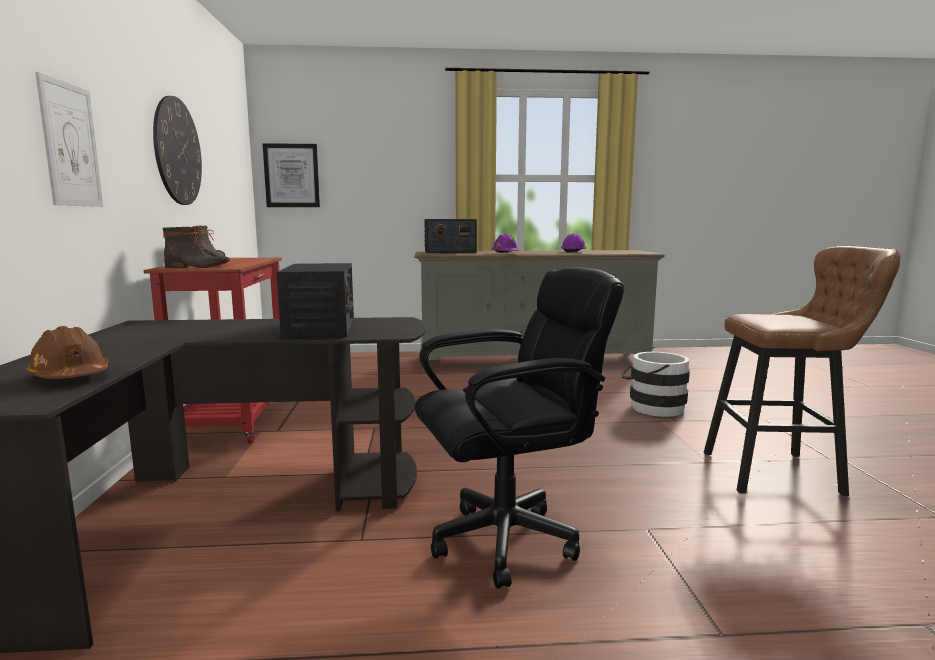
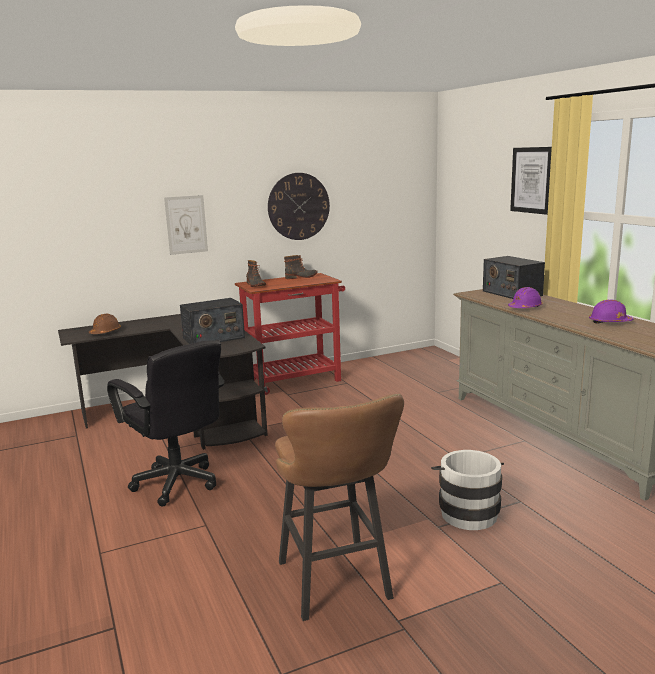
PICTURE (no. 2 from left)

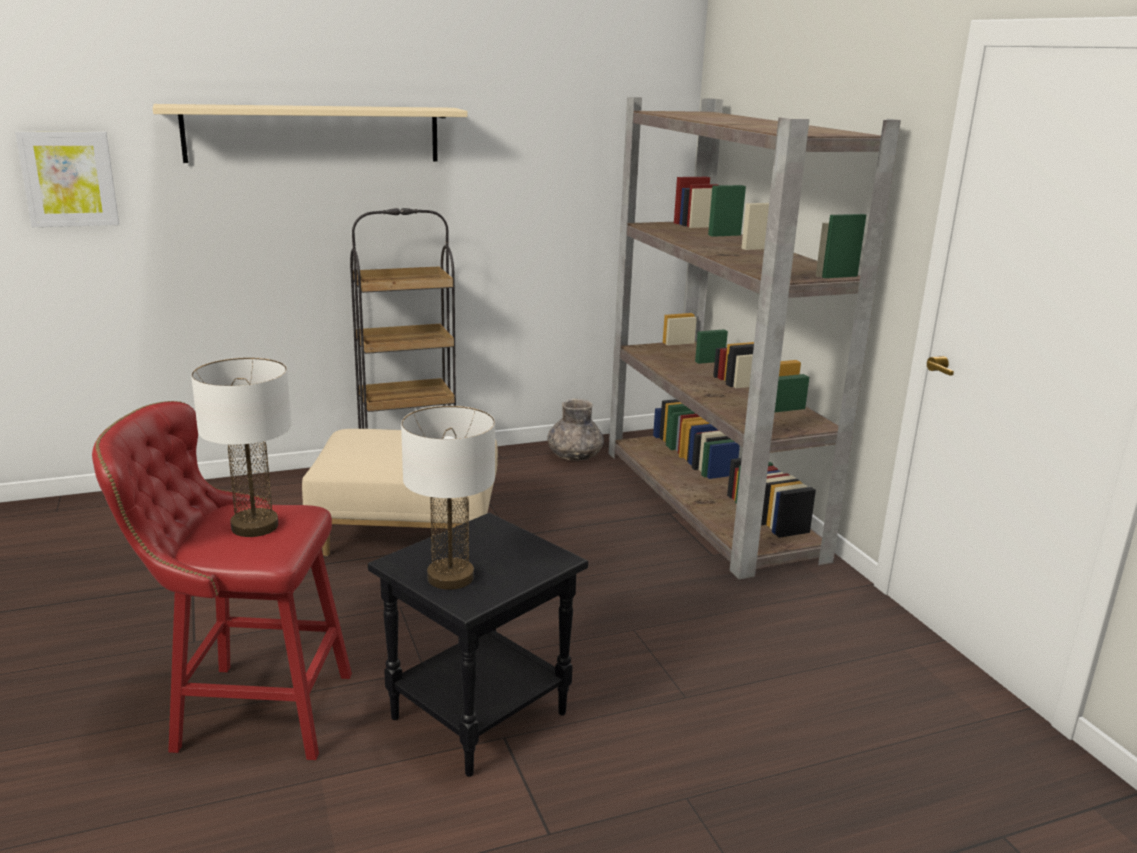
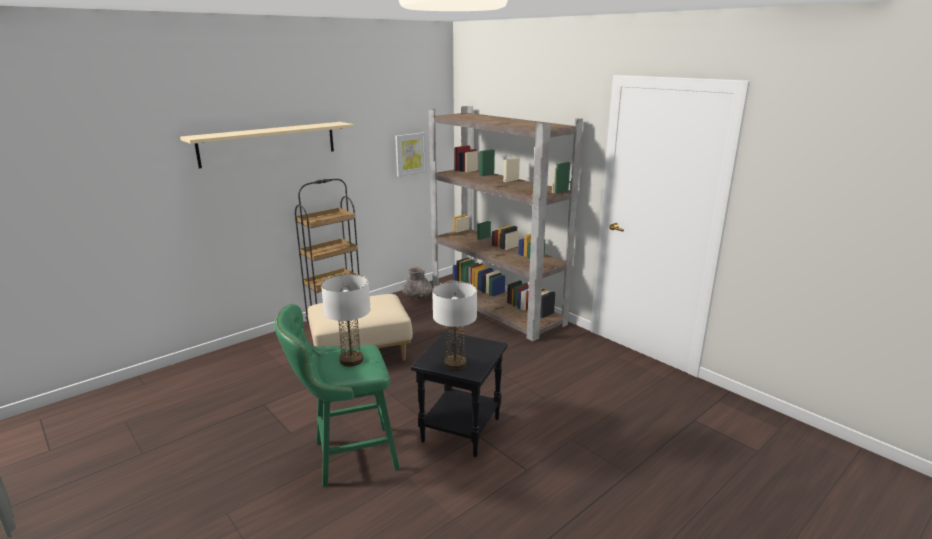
PICTURE; GREEN-COLOURED SITTING STOOL

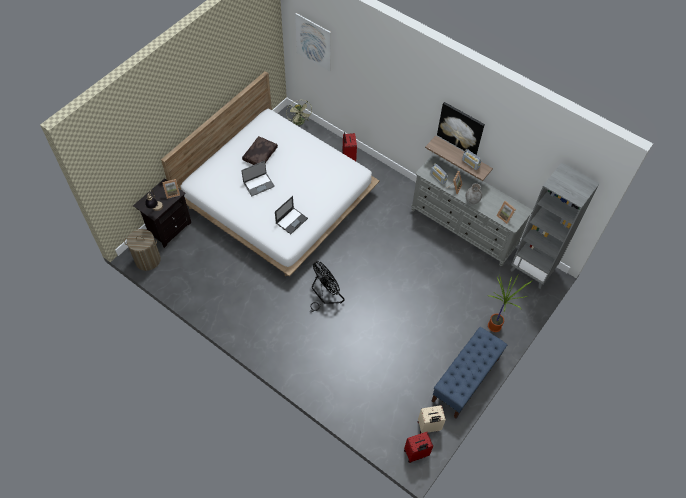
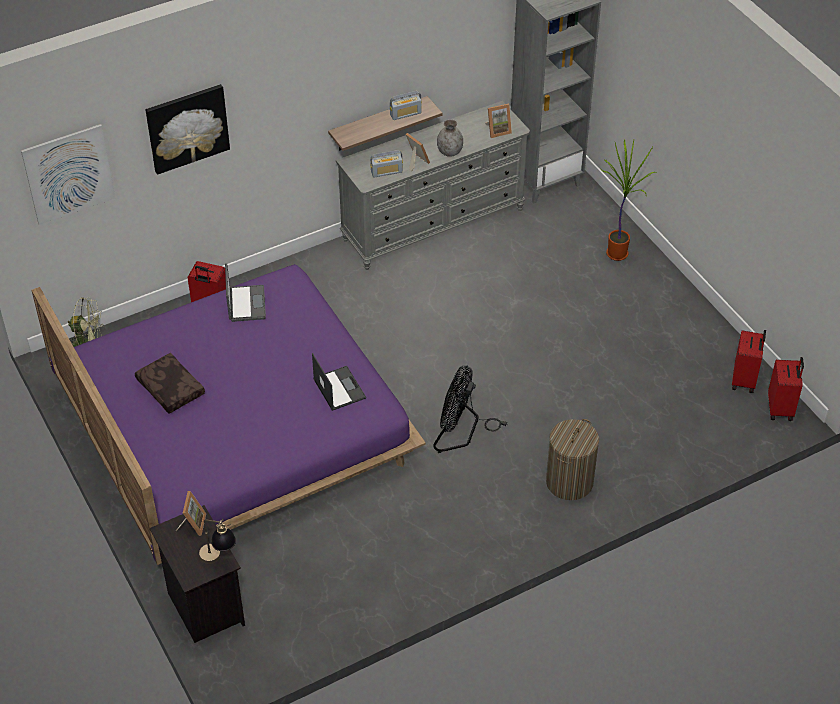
LAUNDRY BASKET; PURPLISH SLEEPING BED; NOTEBOOK COMPUTER (no. 1 from left); BLACK-COLOURED ELECTRIC FAN; REDDISH TRAVEL CASE (no. 2 from left); BLUISH LONG SEAT; PICTURE (no. 2 from left)

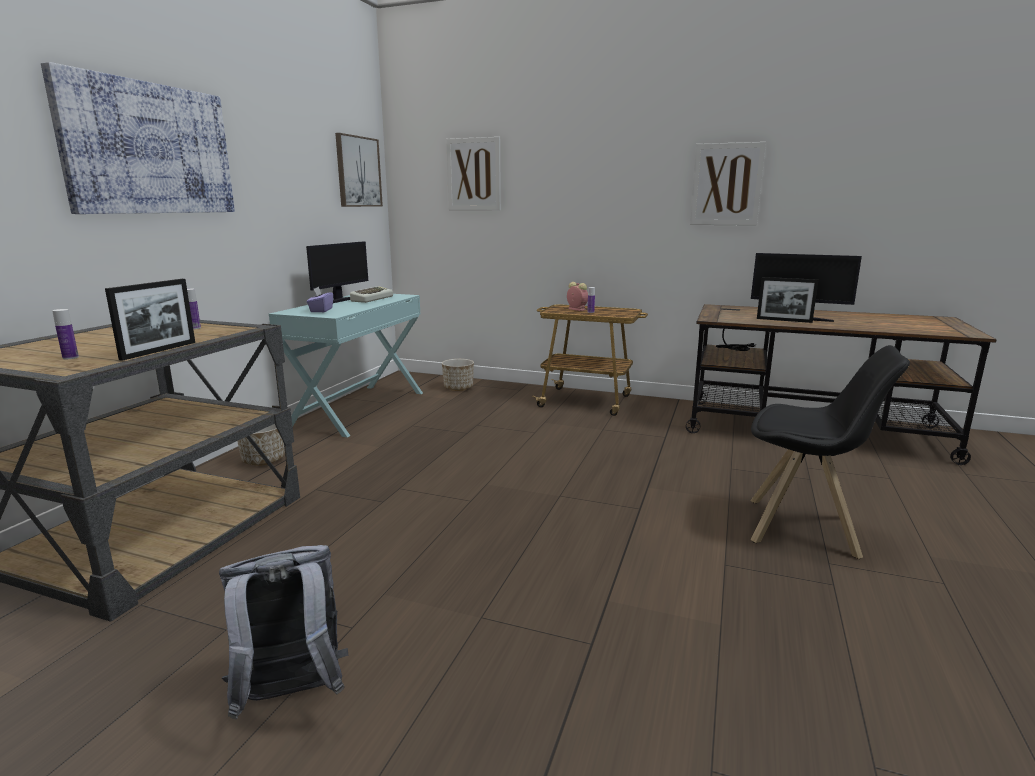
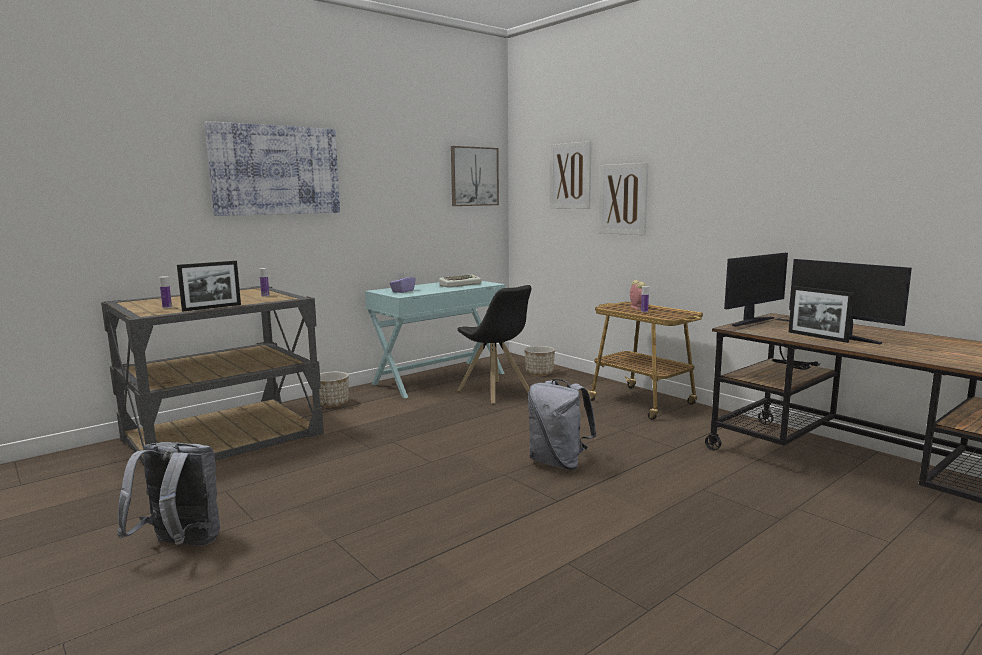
MONITOR (no. 1 from left); PICTURE (no. 4 from left); BLACK-COLOURED CHAIR; GRAY KNAPSACK (no. 2 from left)

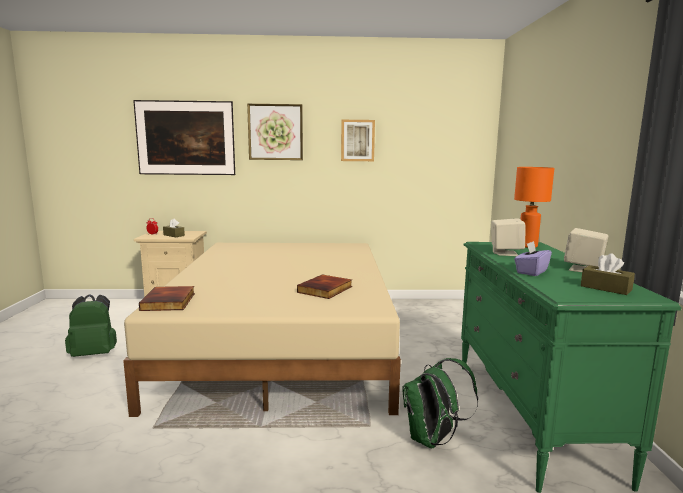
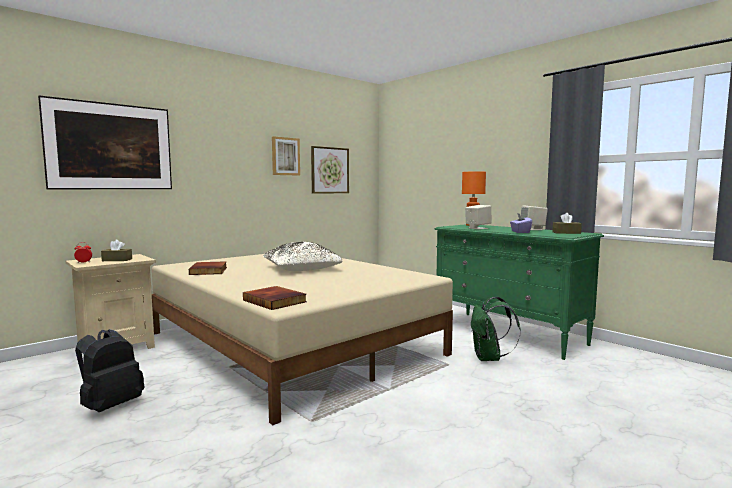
BLACK-COLOURED KNAPSACK; PICTURE (no. 3 from left); BOUND BOOK (no. 1 from left); BEIGE-COLOURED PILLOW

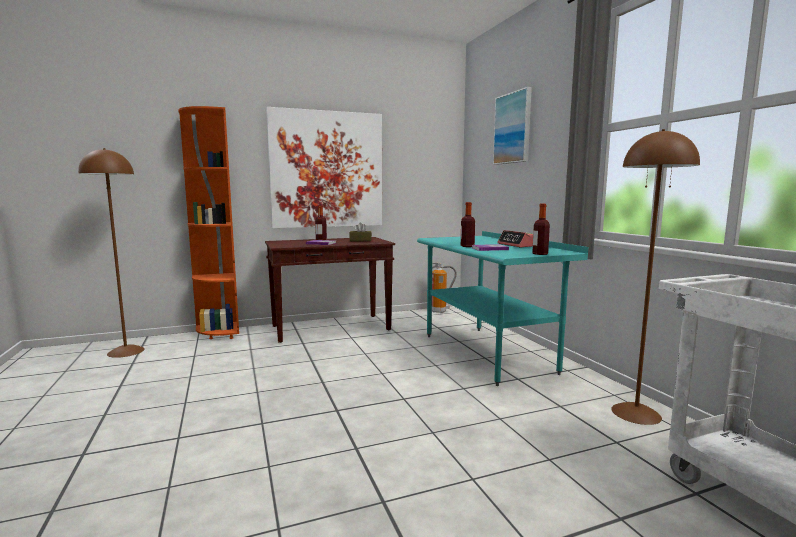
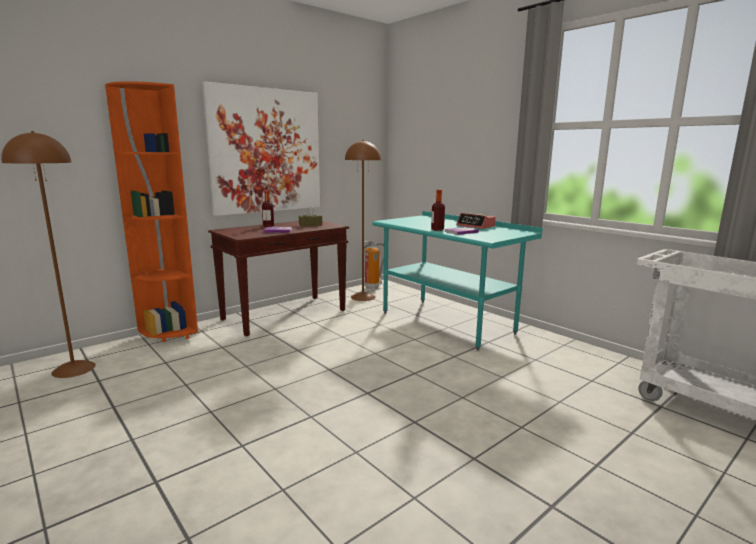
PICTURE (no. 2 from left in the first image); BOTTLE (no. 3 from left in the first image); BROWN-COLOURED STANDARD LAMP (no. 2 from left)

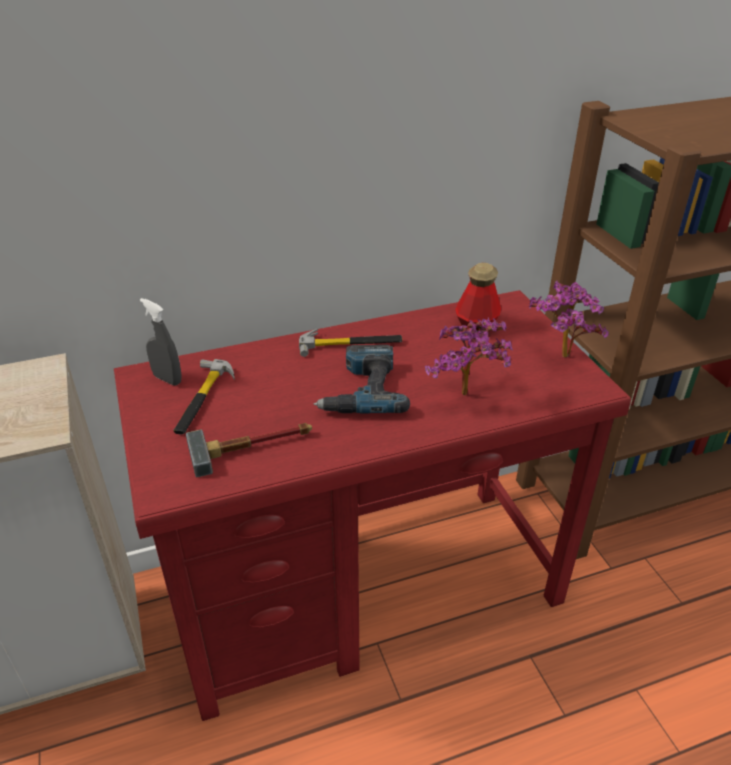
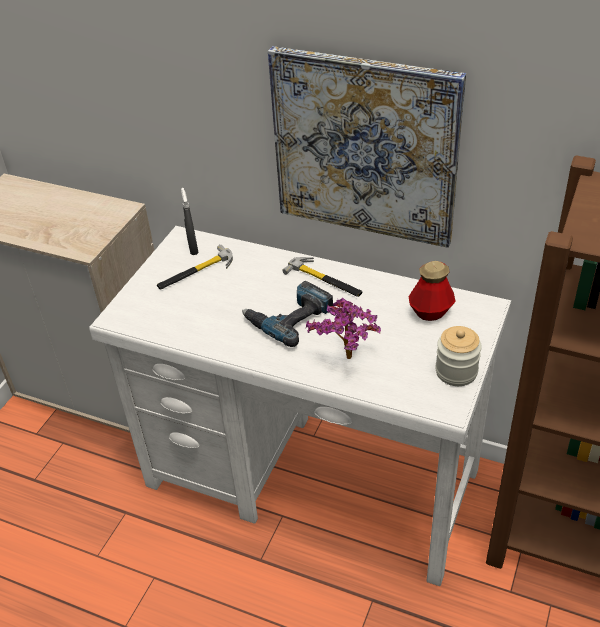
WHITE DESK; HAMMER (no. 2 from left in the first image); JAR; PICTURE

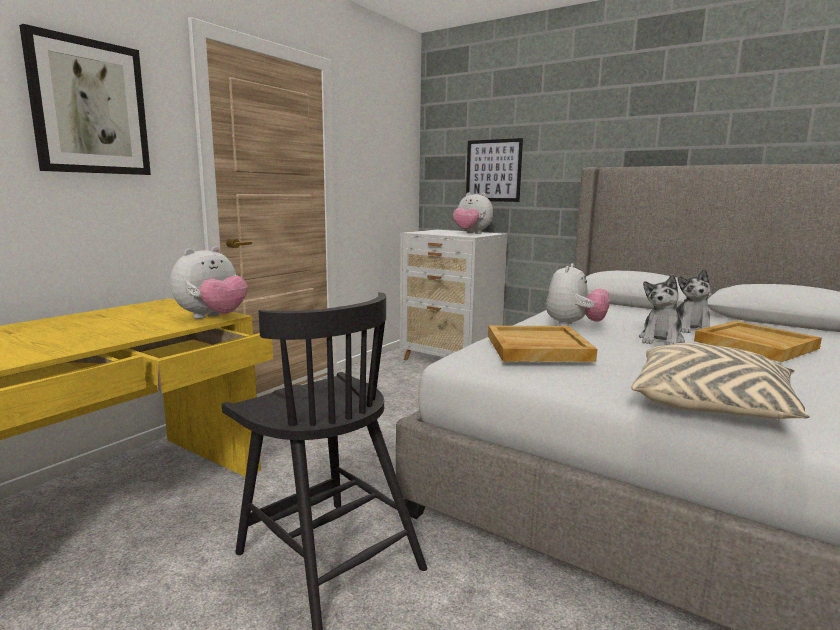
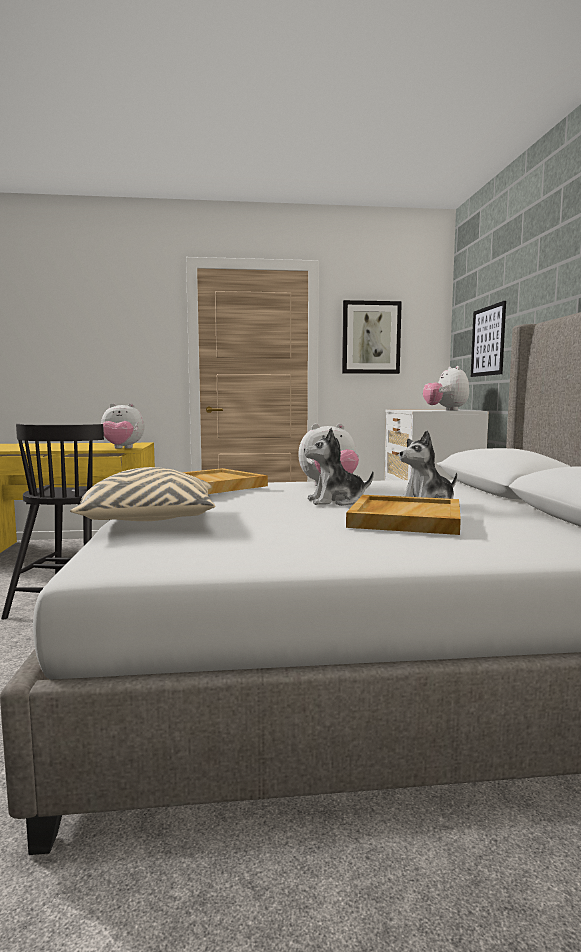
PICTURE (no. 1 from left)

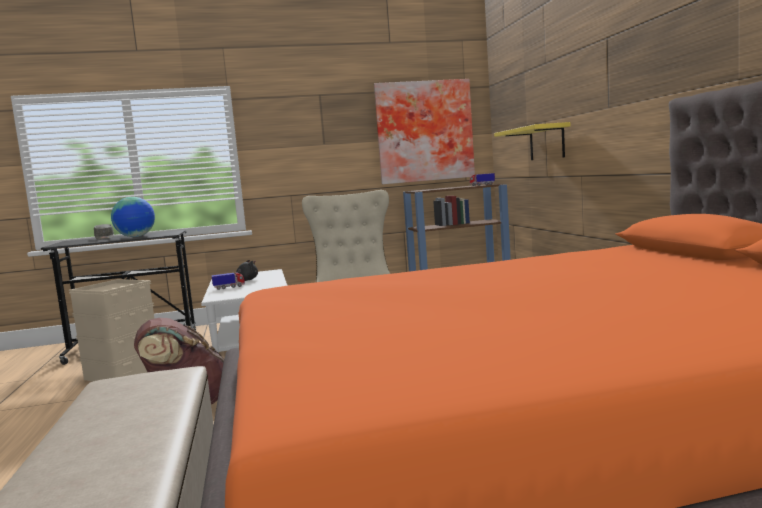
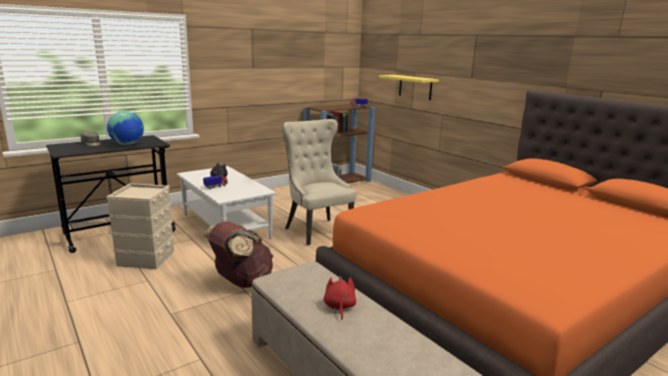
PICTURE; REDDISH CUDDLY TOY

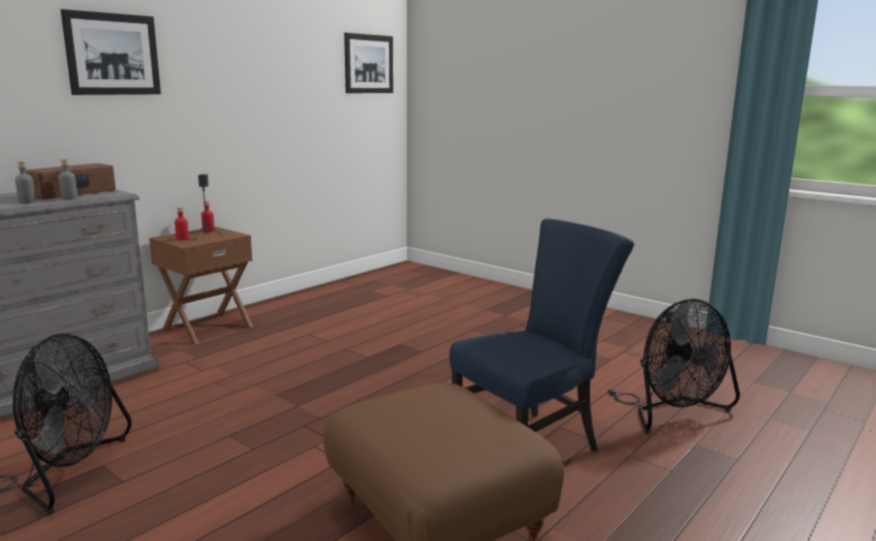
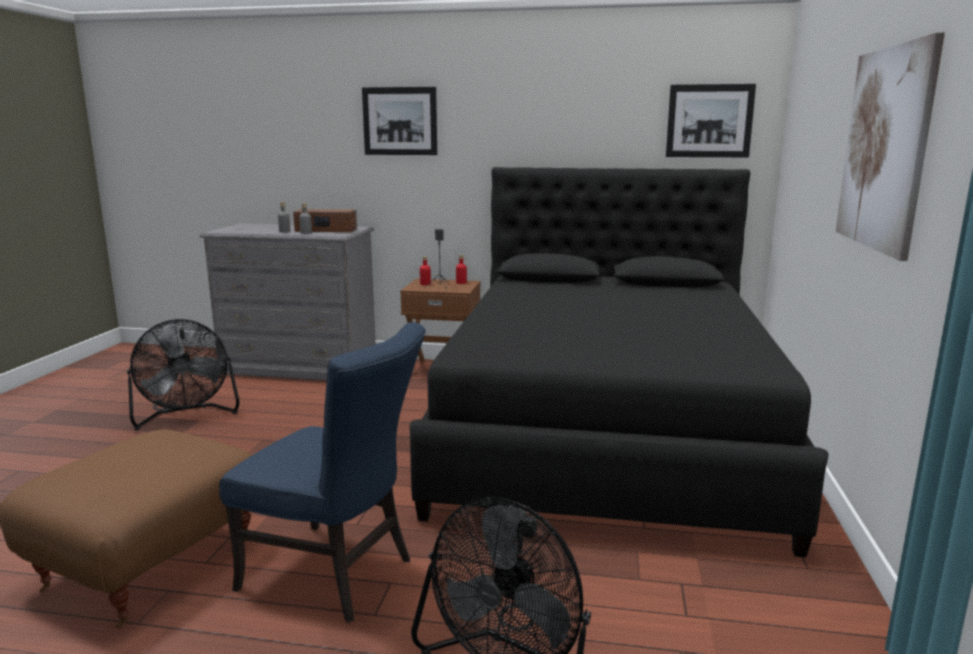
BLACK-COLOURED SLEEPING BED; PICTURE (no. 3 from left)

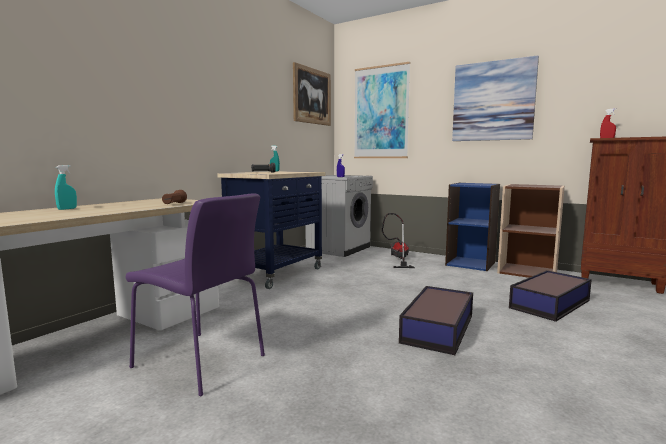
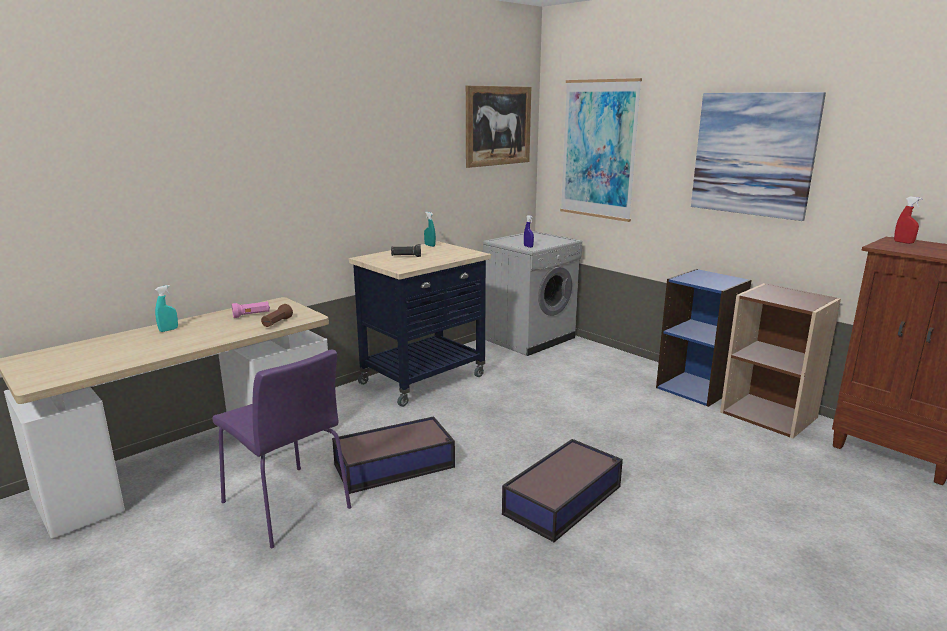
VACUUM; STORAGE CONTAINER (no. 1 from left); PINK-COLOURED TORCH

